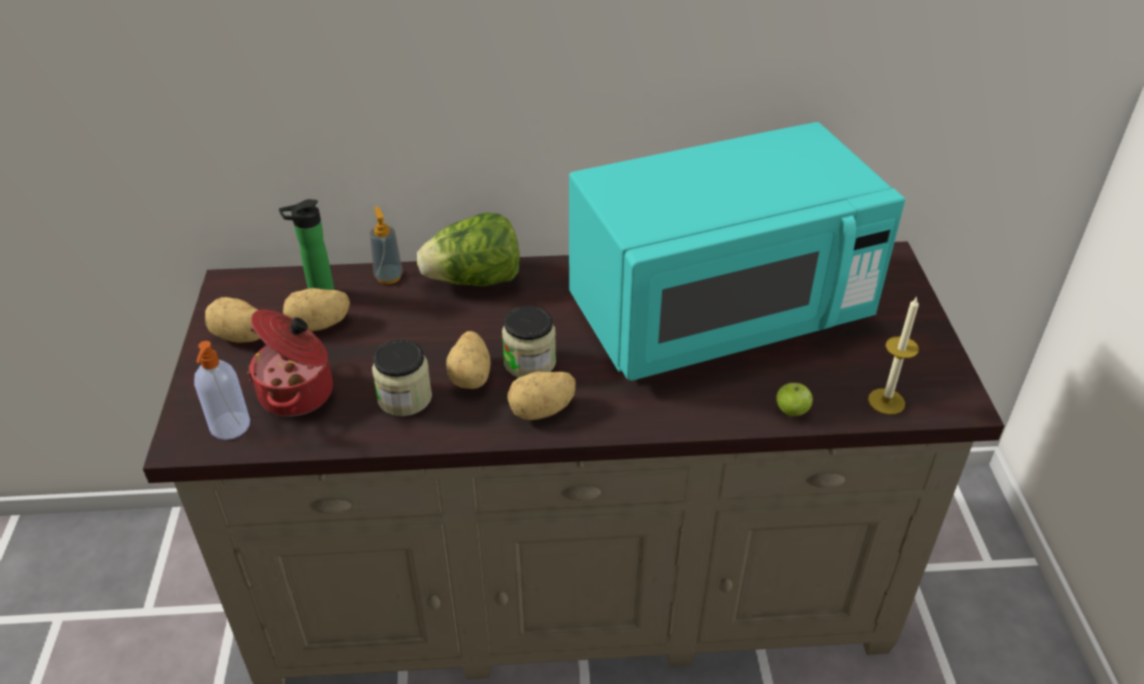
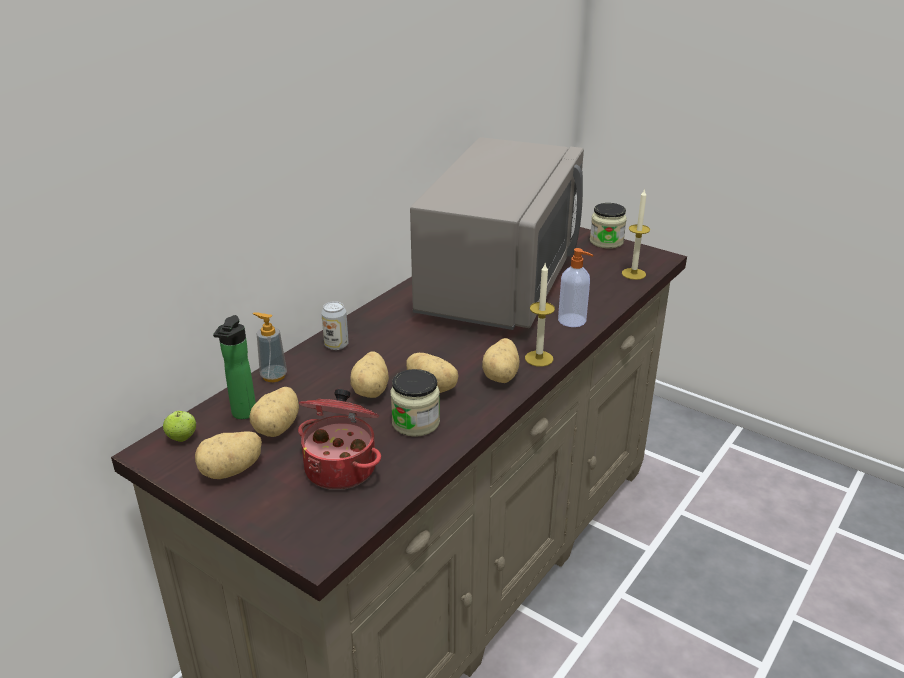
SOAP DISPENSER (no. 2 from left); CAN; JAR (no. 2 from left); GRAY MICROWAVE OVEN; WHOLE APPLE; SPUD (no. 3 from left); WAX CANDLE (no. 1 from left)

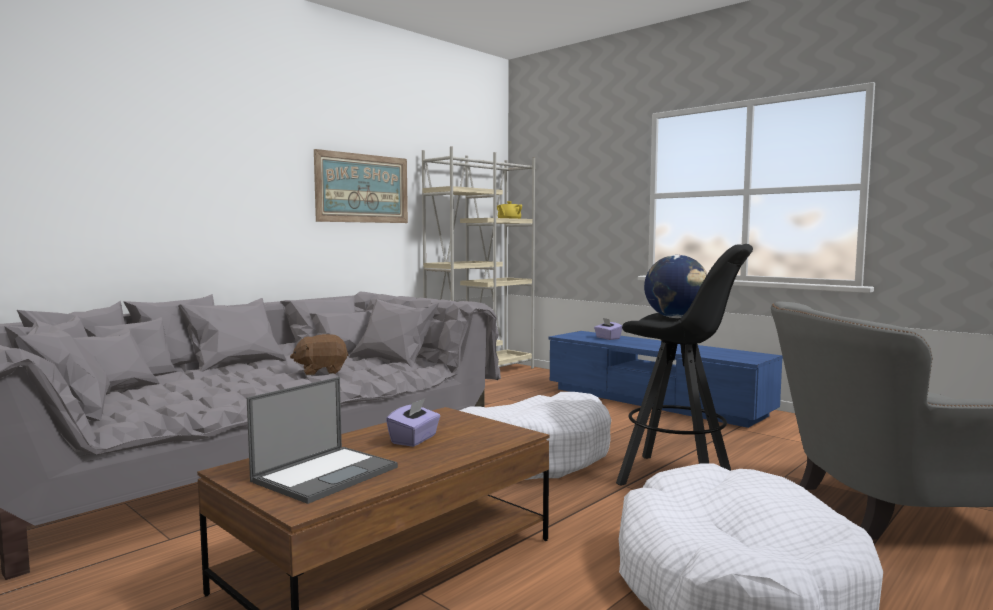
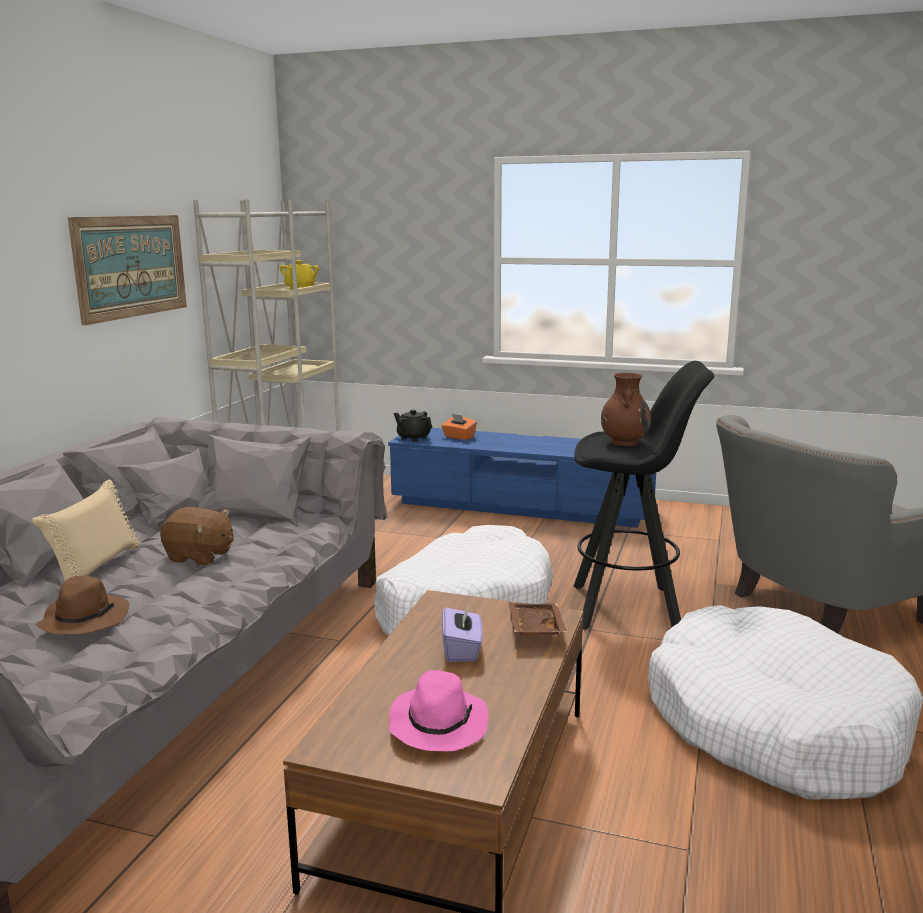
PINK-COLOURED CLOTHING HAT; BROWN-COLOURED CUDDLY TOY; ORANGE TISSUE HOLDER; BROWN-COLOURED VASE; BEIGE-COLOURED PILLOW; BROWN-COLOURED CLOTHING HAT; BLACK-COLOURED TEA POT; BROWN-COLOURED SERVING TRAY

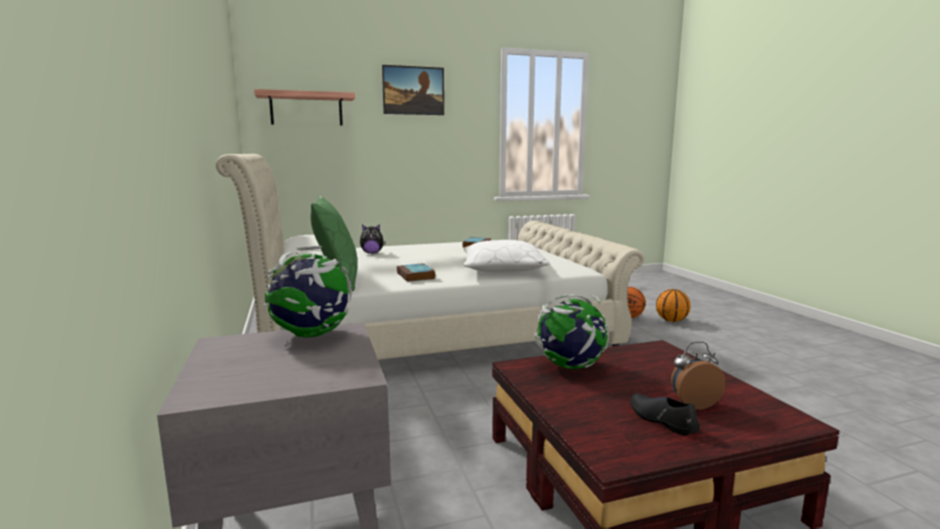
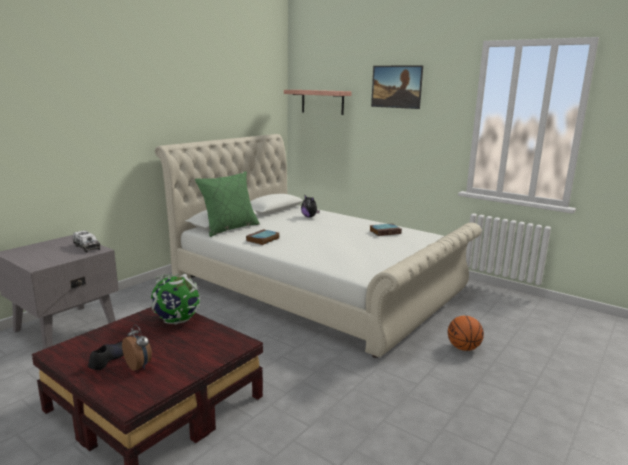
MODEL TRUCK; WHITE PILLOW; BASKETBALL (no. 2 from left in the first image)

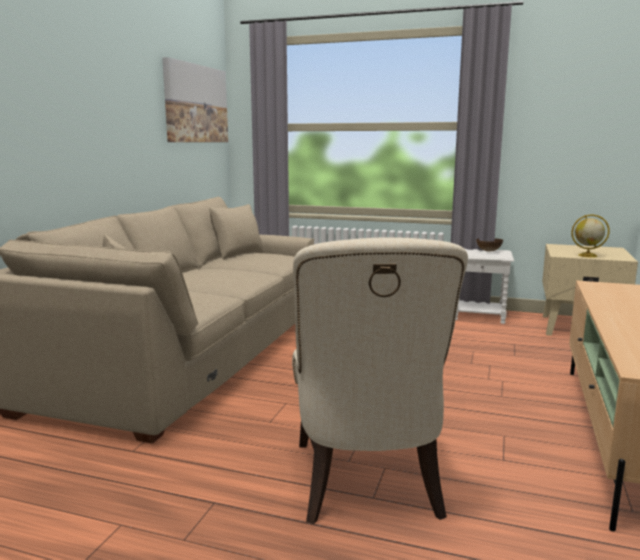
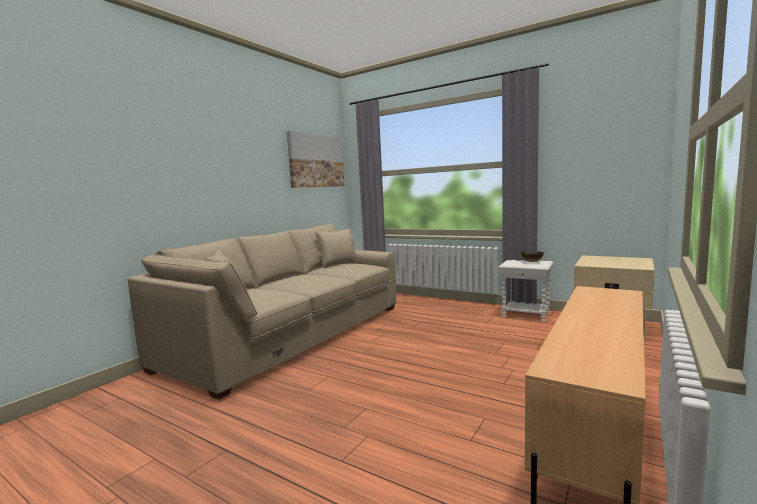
BEIGE-COLOURED LOUNGE CHAIR; WORLD GLOBE

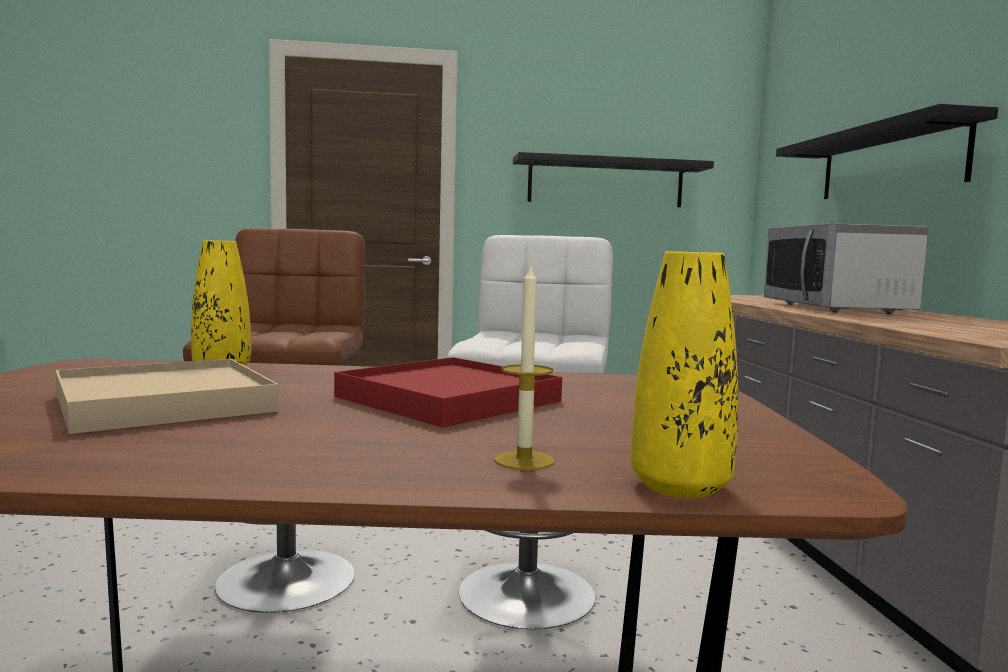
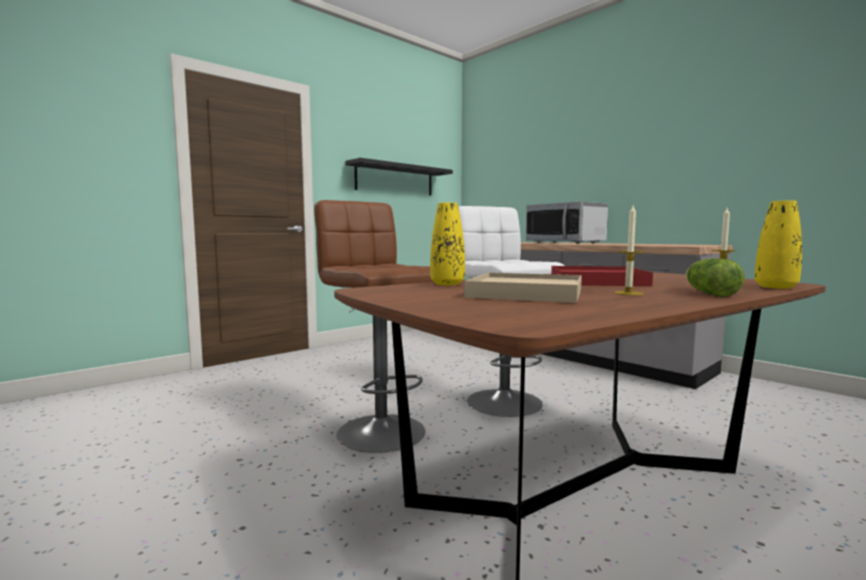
BLACK-COLOURED BRACKET SHELF (no. 2 from left in the first image); WAX CANDLE (no. 1 from left); LETTUCE

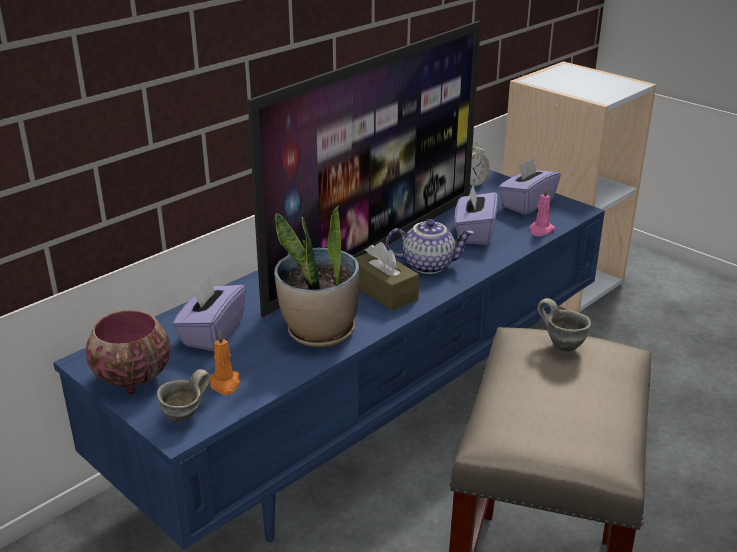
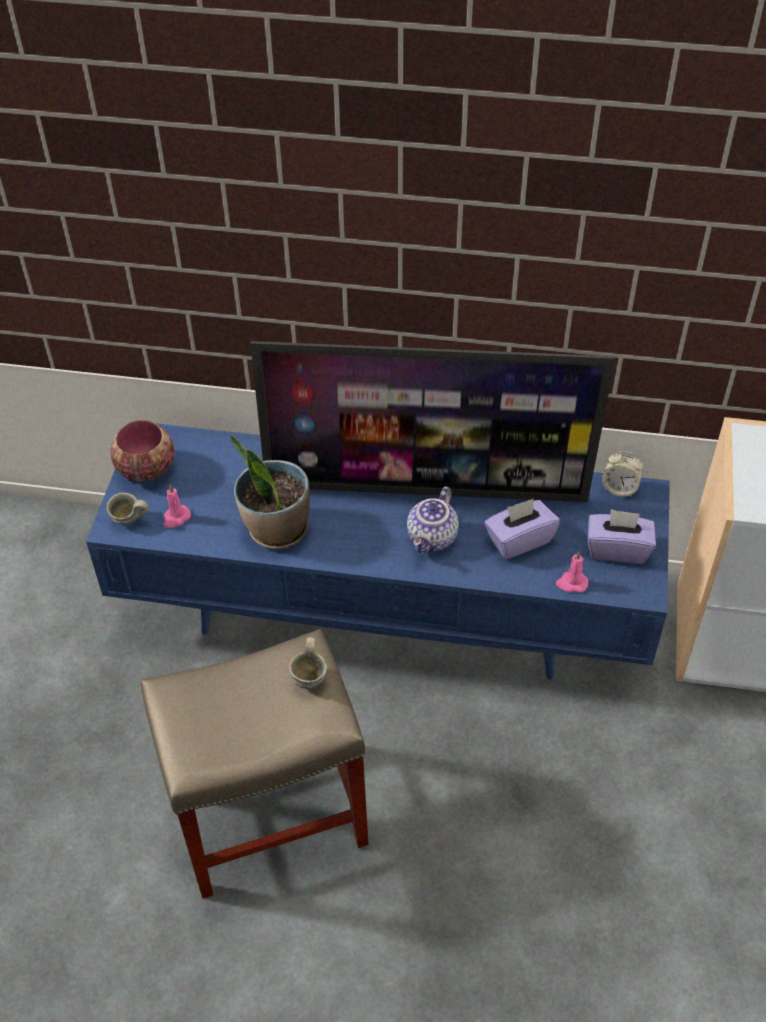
PURPLISH TISSUE HOLDER (no. 1 from left in the first image); PINK-COLOURED WAX CANDLE (no. 1 from left); BROWN-COLOURED TISSUE HOLDER; TEA POT

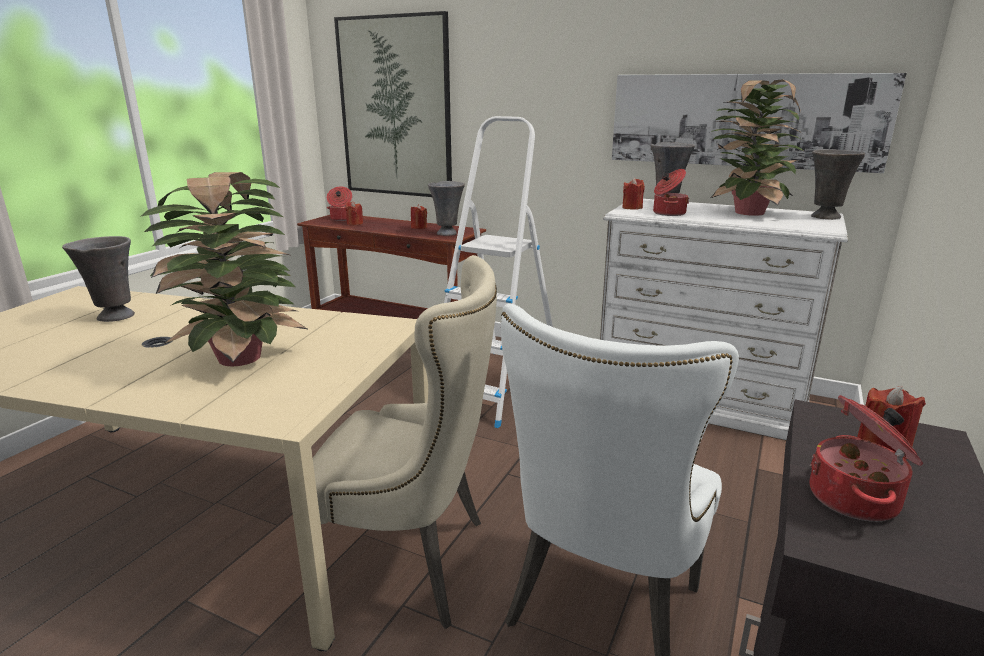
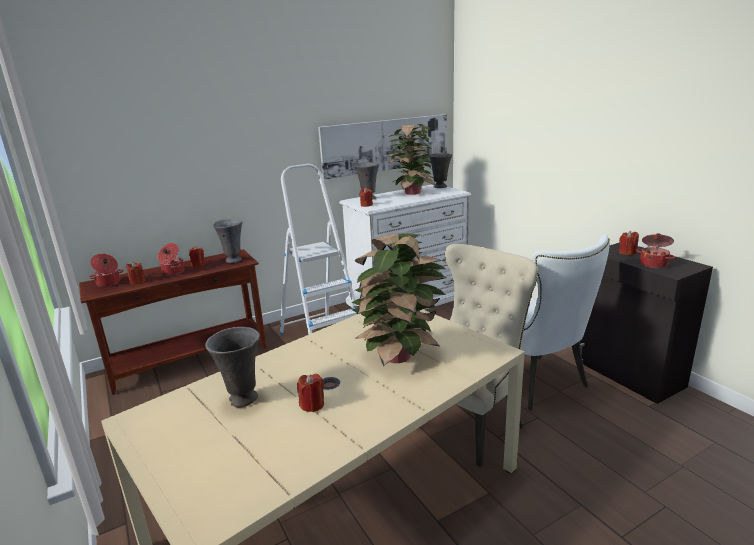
PICTURE (no. 1 from left in the first image); COOKING POT (no. 2 from left); REDDISH WAX CANDLE (no. 3 from left)

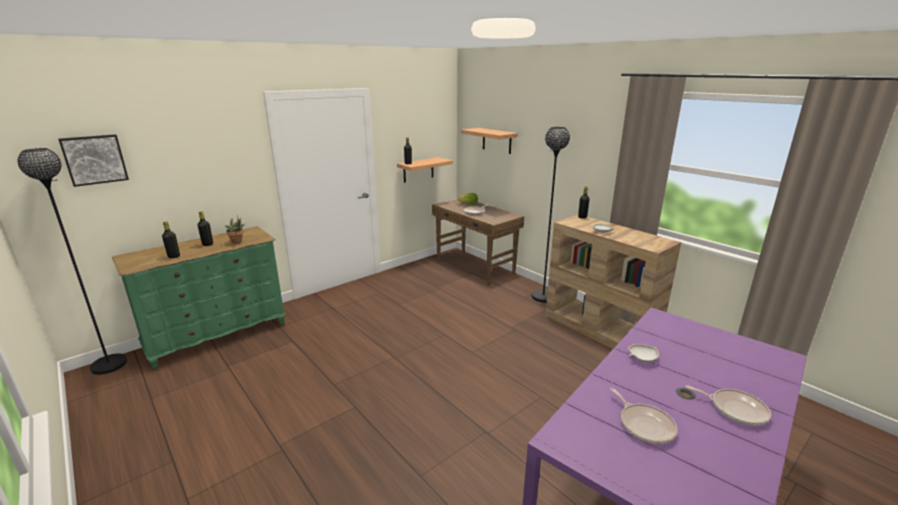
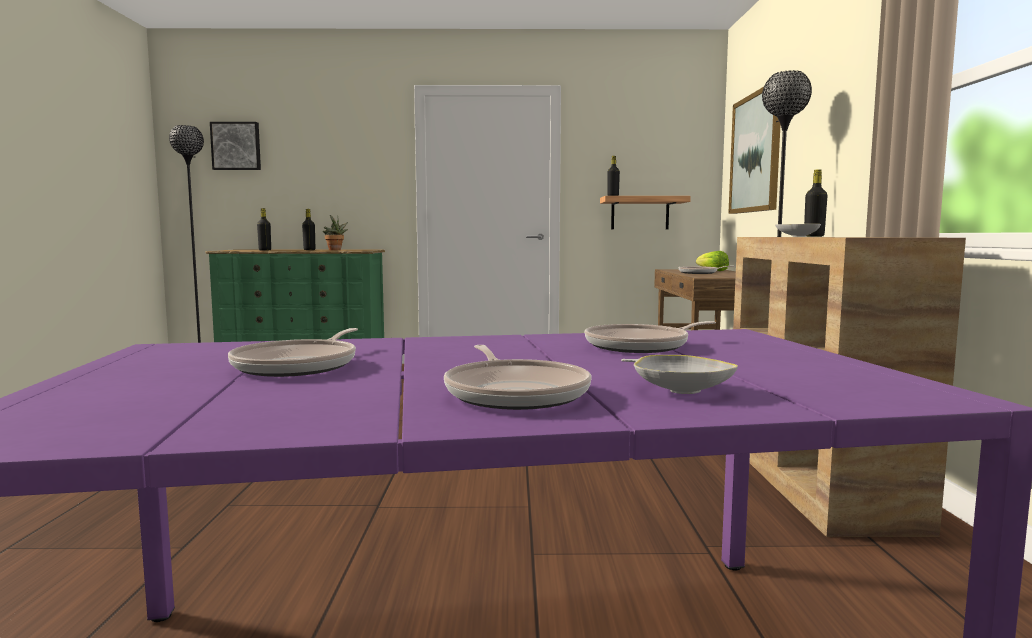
PICTURE (no. 2 from left); WHITE SERVING BOWL (no. 1 from left); FRYING PAN (no. 3 from left)

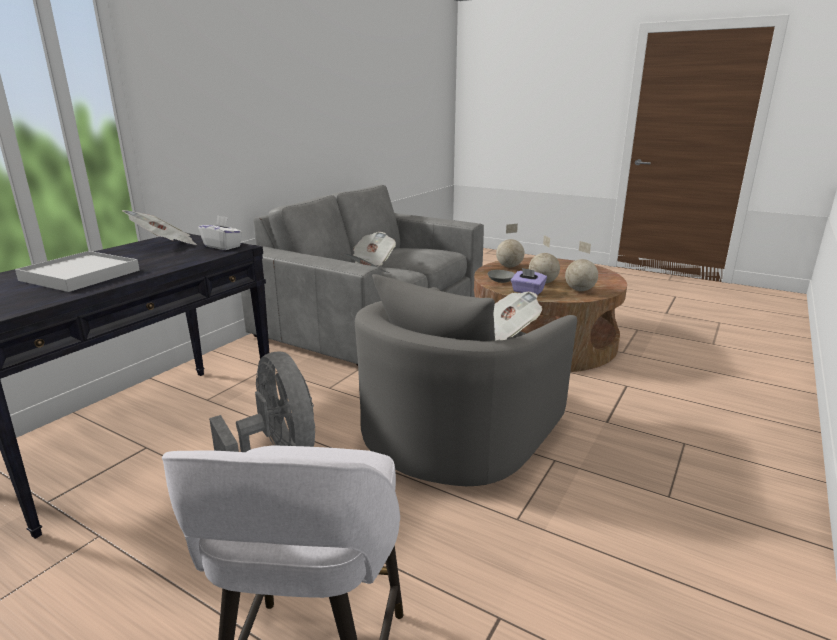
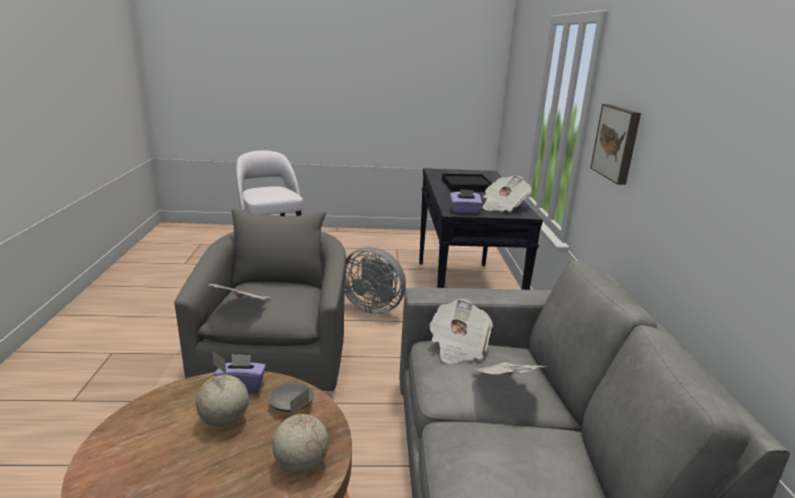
BLACK-COLOURED SERVING TRAY; PURPLISH TISSUE HOLDER (no. 2 from left); WORLD GLOBE (no. 3 from left in the first image); PICTURE

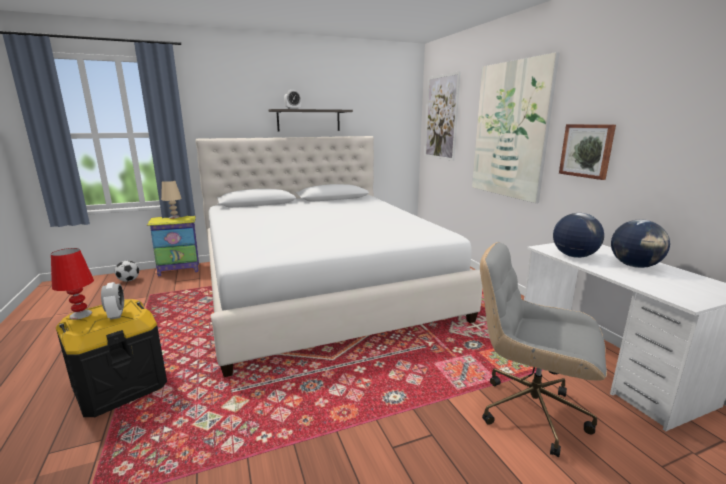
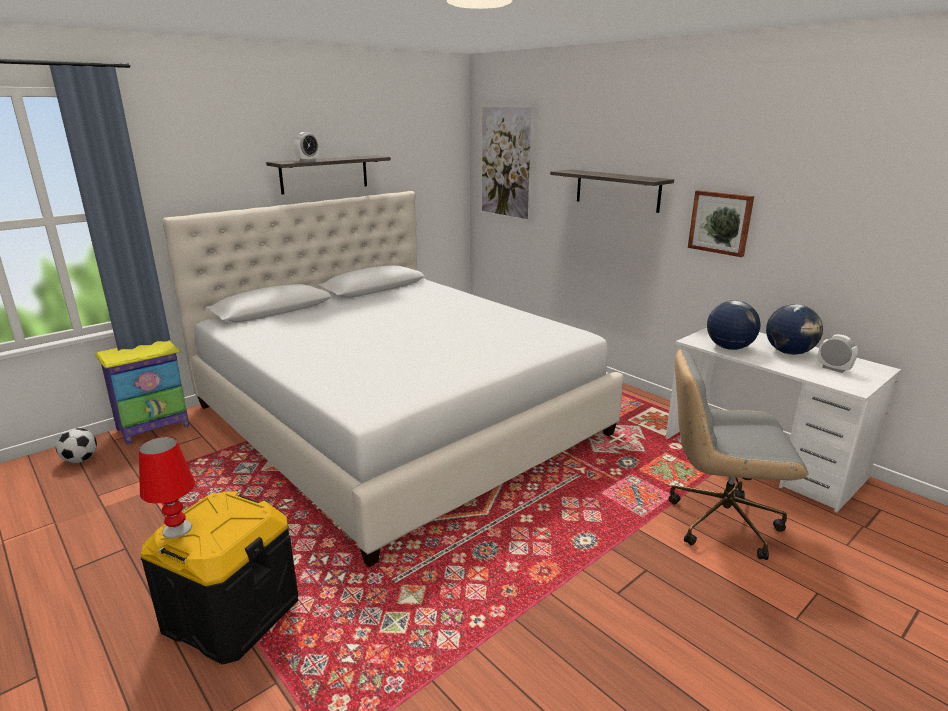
ALARM CLOCK (no. 2 from left); BEIGE-COLOURED TABLETOP LAMP; BRACKET SHELF (no. 2 from left)

